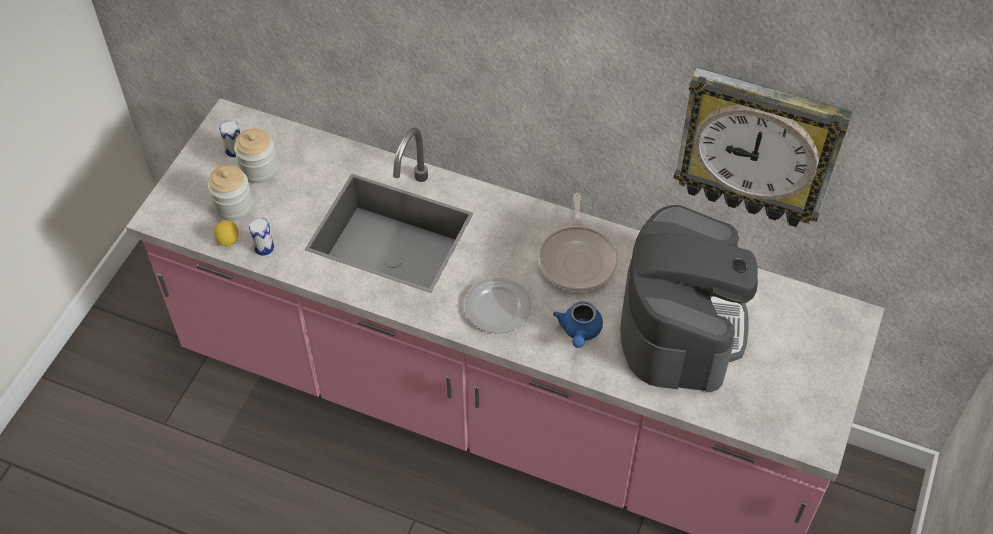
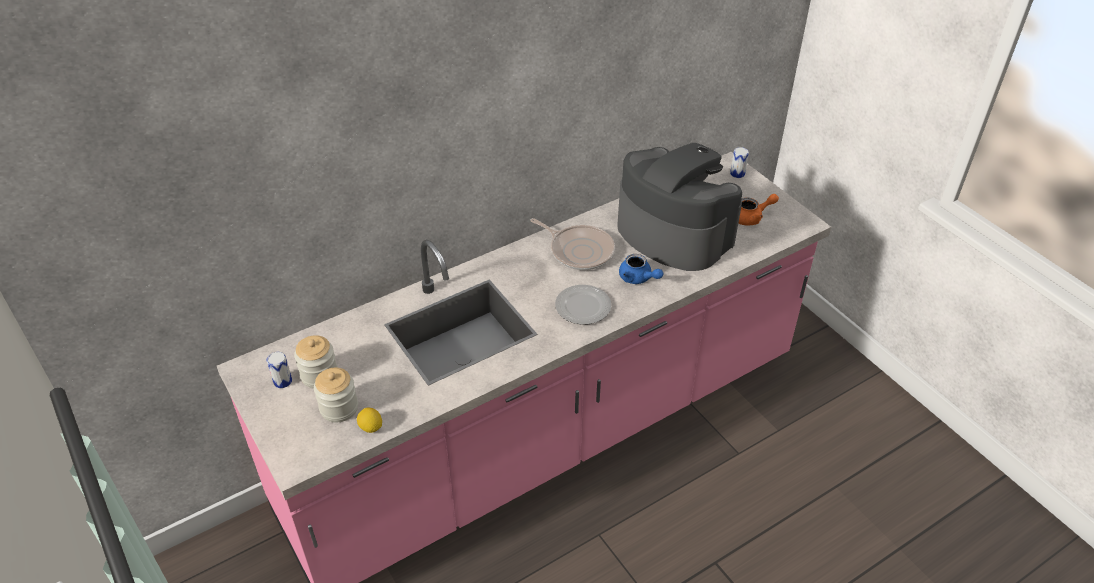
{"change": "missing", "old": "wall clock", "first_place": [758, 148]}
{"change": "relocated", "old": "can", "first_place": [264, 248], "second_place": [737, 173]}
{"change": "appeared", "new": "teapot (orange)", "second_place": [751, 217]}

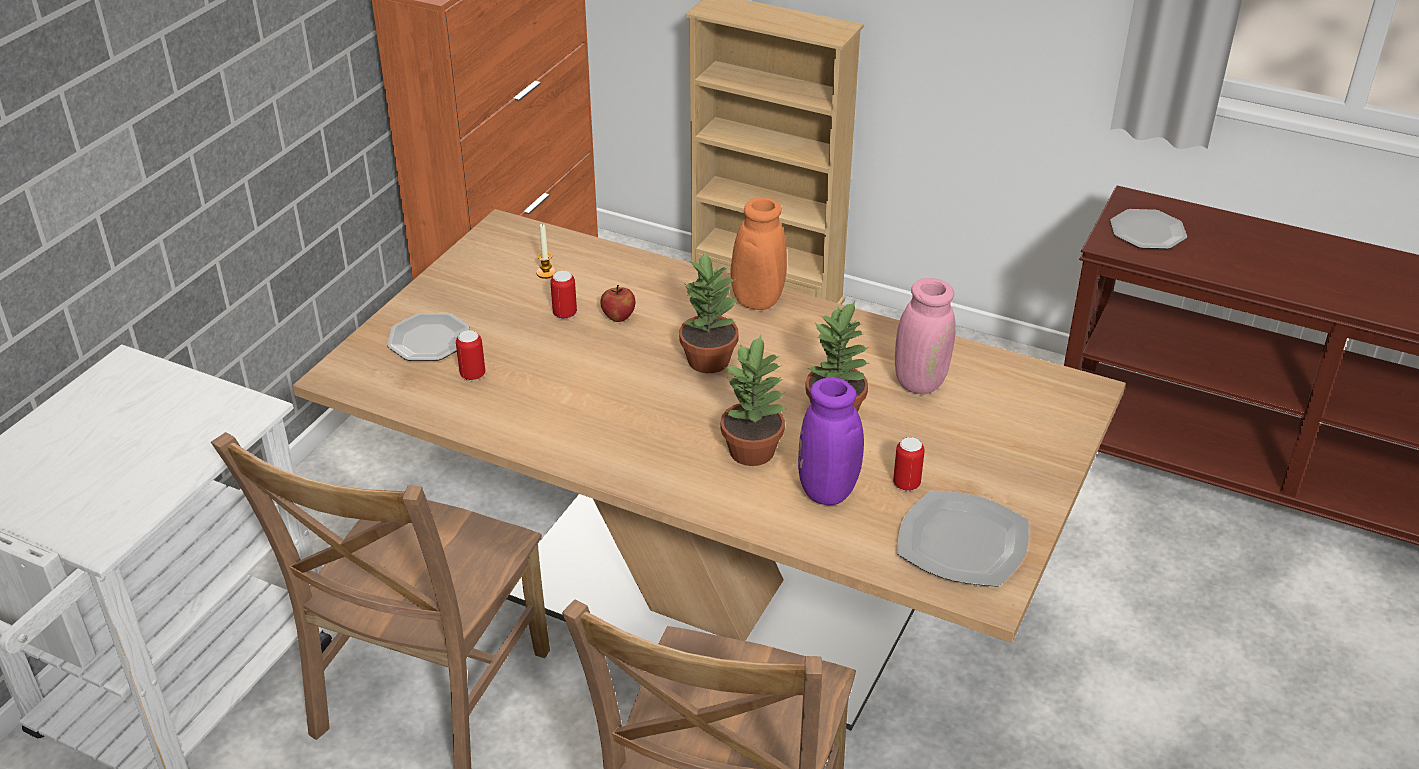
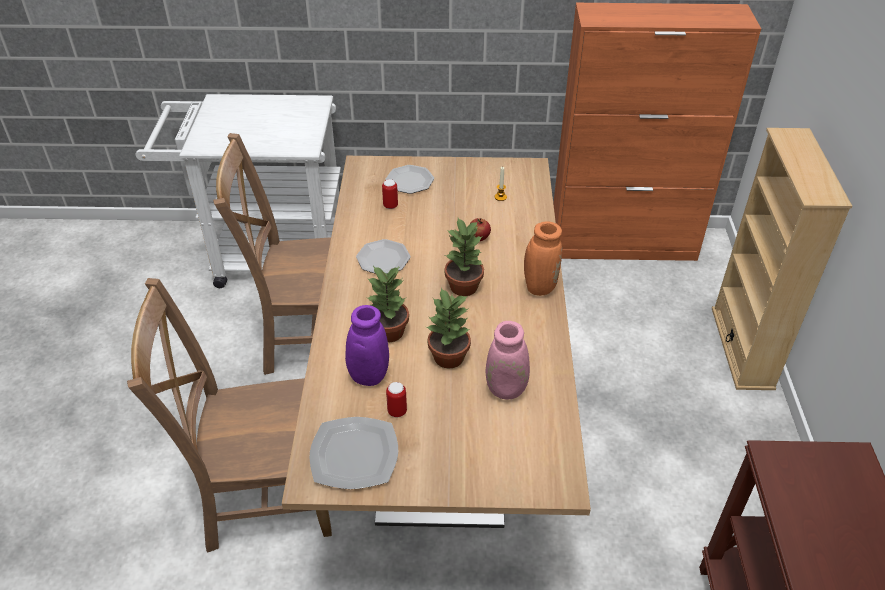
{"change": "relocated", "old": "plate", "first_place": [1147, 232], "second_place": [382, 259]}
{"change": "missing", "old": "can", "first_place": [565, 314]}

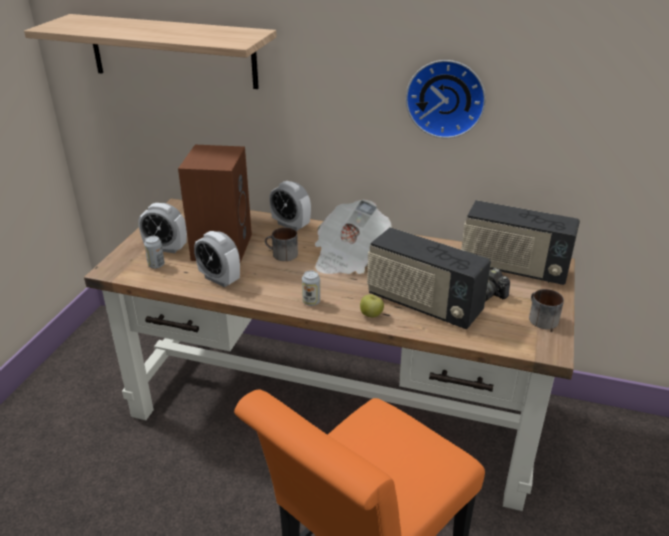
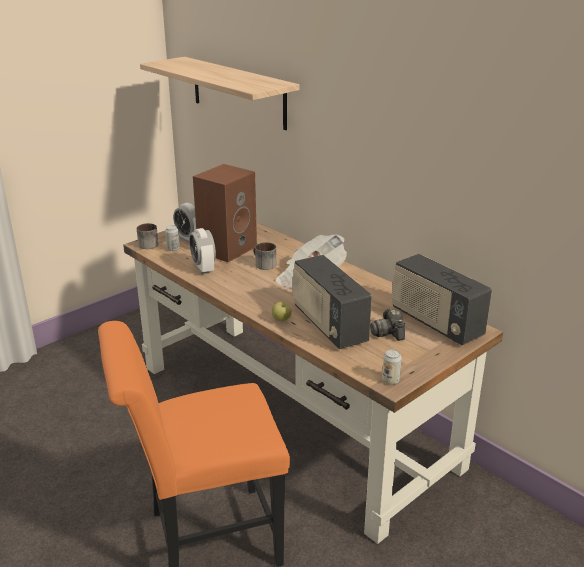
{"change": "missing", "old": "wall clock", "first_place": [446, 98]}
{"change": "missing", "old": "alarm clock", "first_place": [291, 225]}
{"change": "relocated", "old": "can", "first_place": [311, 302], "second_place": [390, 380]}
{"change": "relocated", "old": "mug", "first_place": [540, 318], "second_place": [148, 243]}

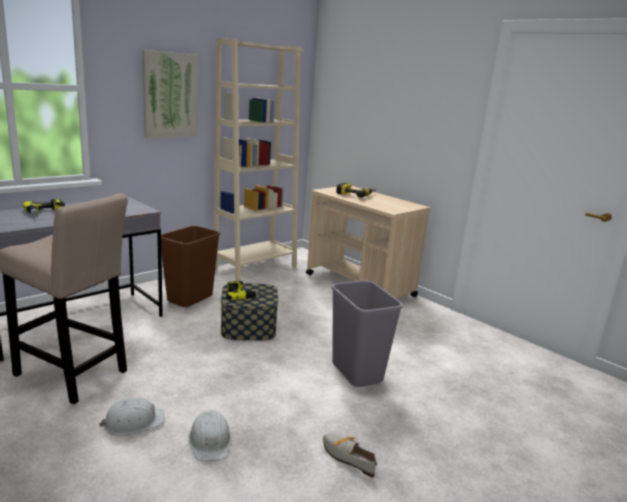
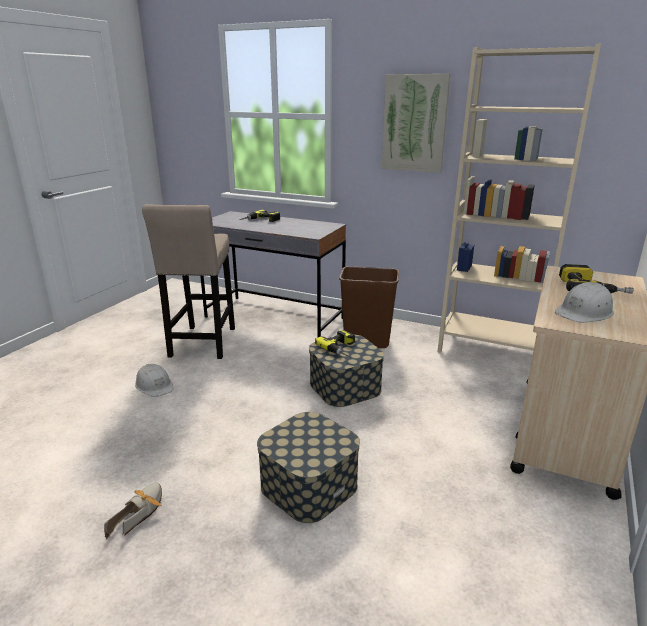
{"change": "exchanged", "old": "trash can (grey)", "new": "storage box", "first_place": [357, 373], "second_place": [309, 485]}
{"change": "relocated", "old": "hard hat (white)", "first_place": [210, 441], "second_place": [584, 312]}

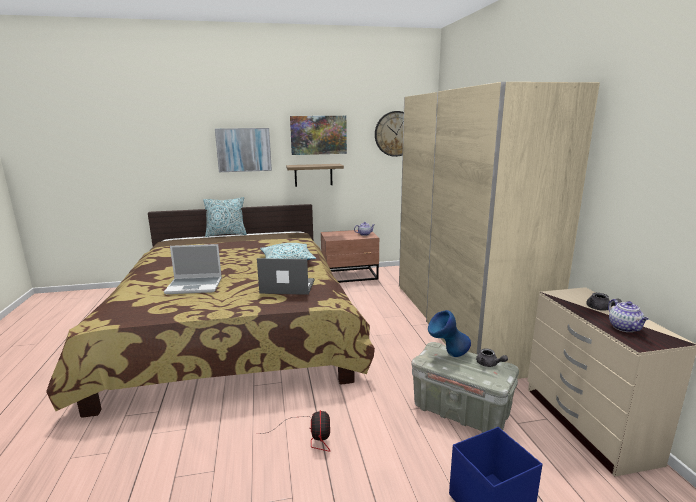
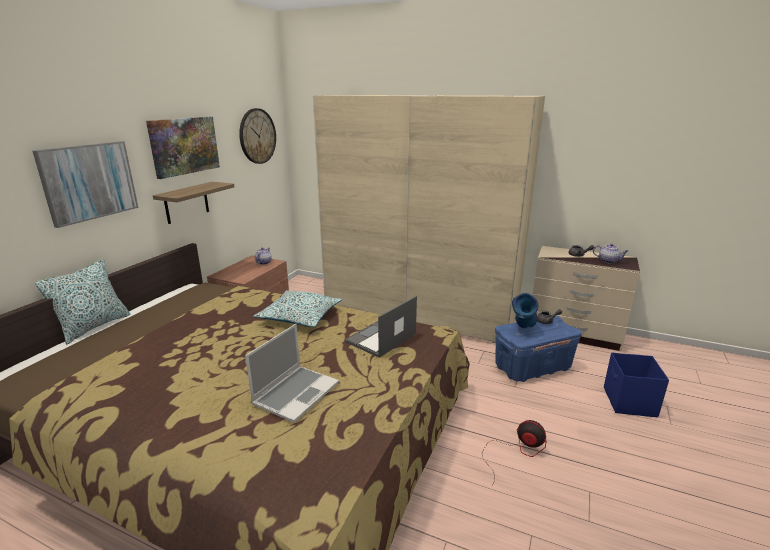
{"change": "colour", "old": "storage box (grey)", "new": "storage box (blue)", "first_place": [461, 411], "second_place": [532, 367]}

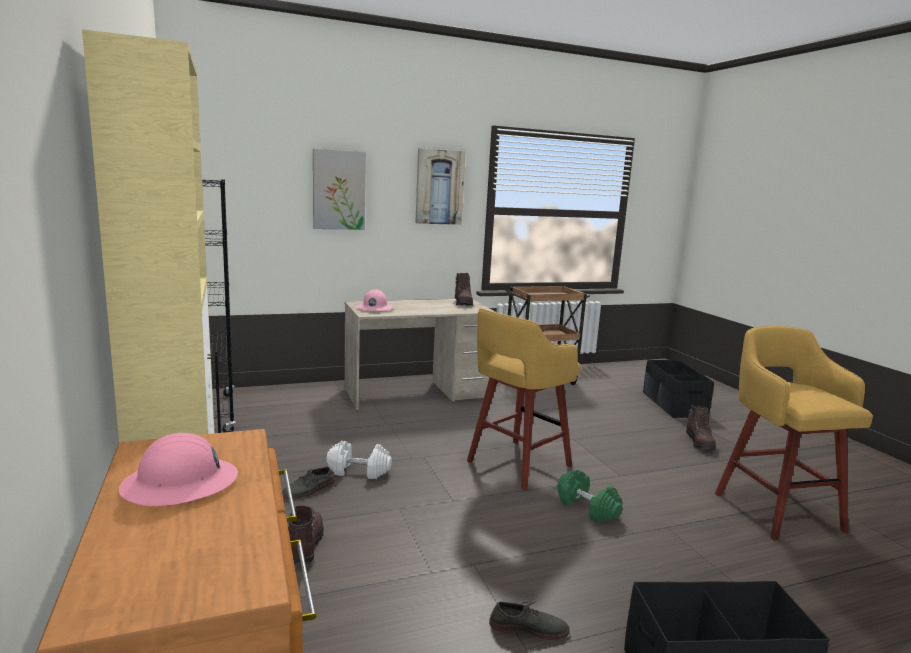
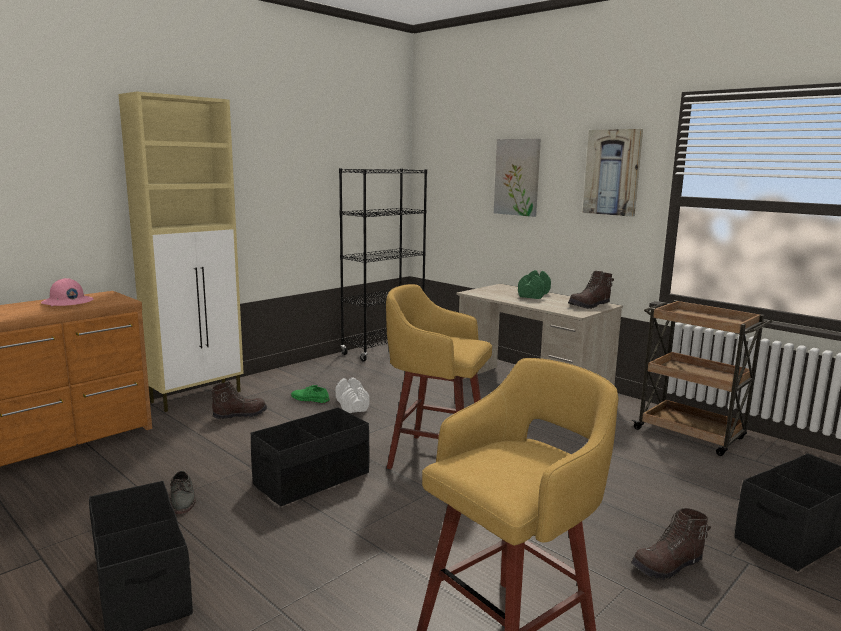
{"change": "missing", "old": "hard hat (pink)", "first_place": [374, 308]}
{"change": "colour", "old": "shoe (grey)", "new": "shoe (green)", "first_place": [308, 490], "second_place": [309, 399]}
{"change": "relocated", "old": "dumbbell (green)", "first_place": [588, 508], "second_place": [534, 295]}
{"change": "appeared", "new": "storage box (black)", "second_place": [312, 479]}

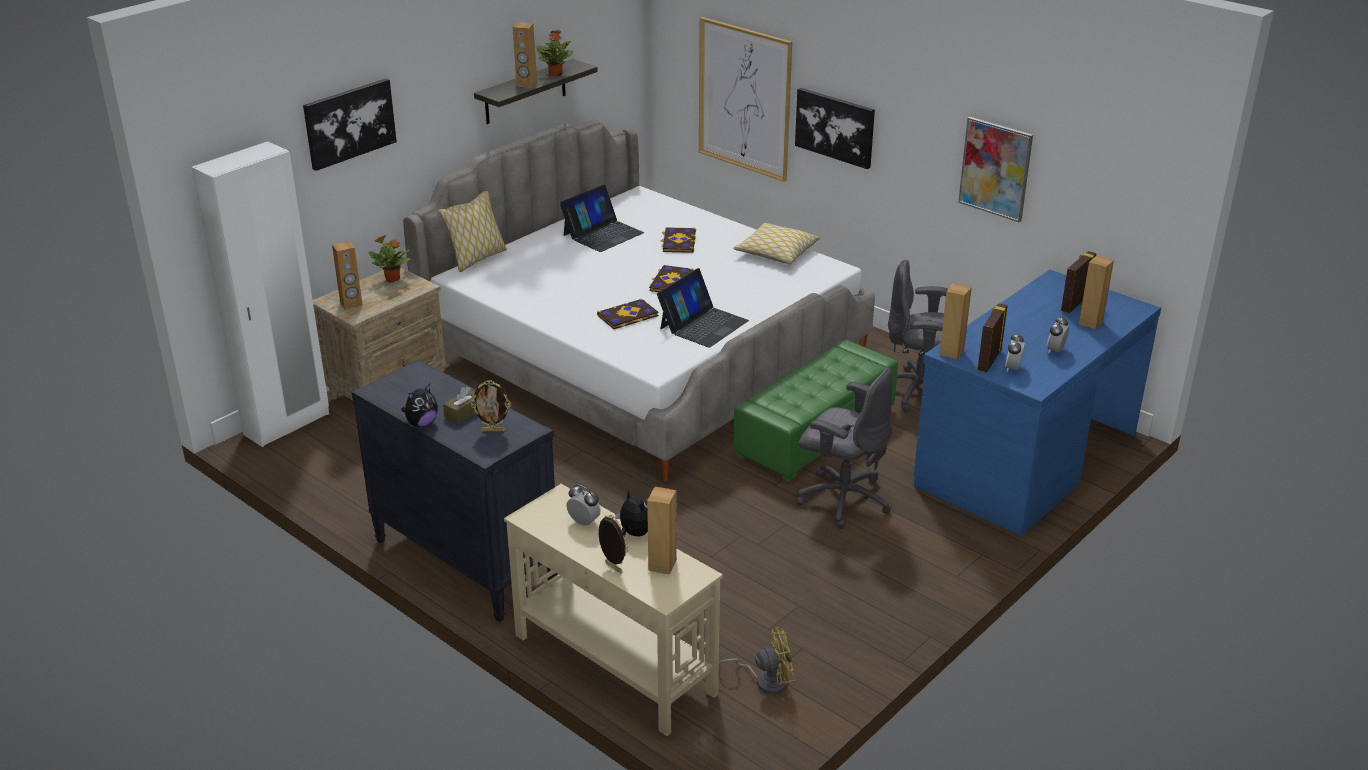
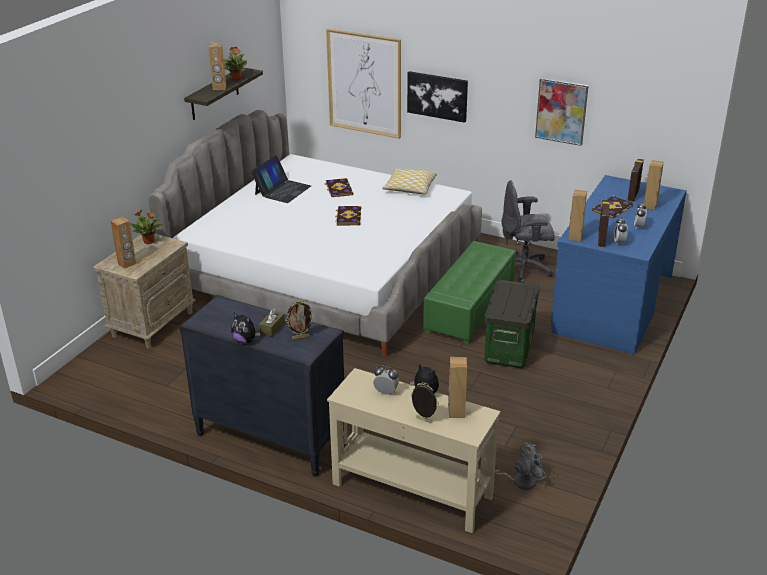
{"change": "missing", "old": "picture", "first_place": [349, 123]}
{"change": "missing", "old": "wardrobe (white)", "first_place": [287, 424]}
{"change": "missing", "old": "pillow", "first_place": [476, 259]}
{"change": "missing", "old": "laptop", "first_place": [703, 324]}
{"change": "relocated", "old": "book", "first_place": [628, 316], "second_place": [613, 208]}
{"change": "exchanged", "old": "office chair (grey)", "new": "storage box", "first_place": [842, 499], "second_place": [509, 349]}
{"change": "spun", "old": "plush toy", "first_place": [421, 423], "second_place": [245, 340], "degrees": 90}
{"change": "colour", "old": "fan (yellow)", "new": "fan (grey)", "first_place": [765, 681], "second_place": [519, 481]}

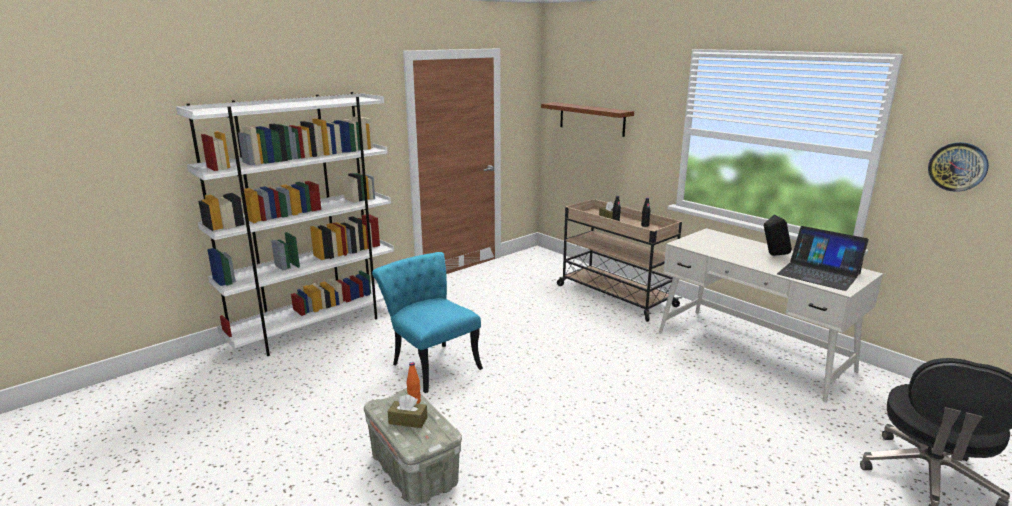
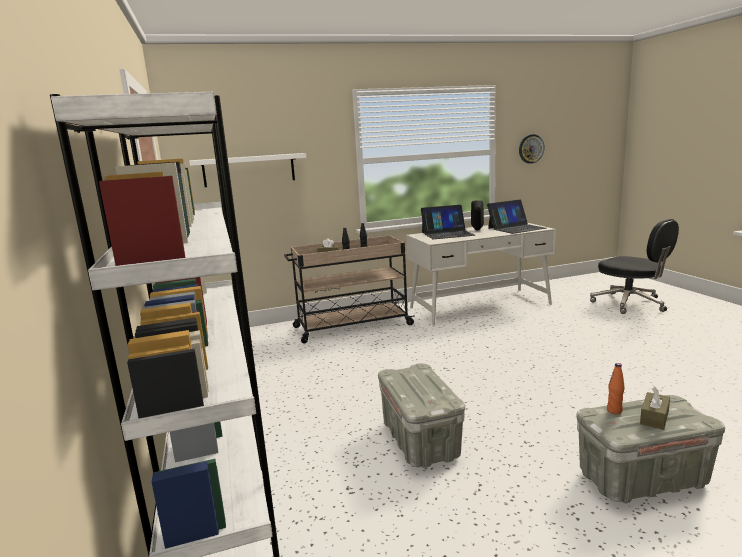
{"change": "colour", "old": "shelf (brown)", "new": "shelf (white)", "first_place": [591, 119], "second_place": [249, 170]}
{"change": "exchanged", "old": "chair (turquoise)", "new": "storage box (grey)", "first_place": [431, 363], "second_place": [419, 439]}
{"change": "appeared", "new": "laptop", "second_place": [447, 234]}

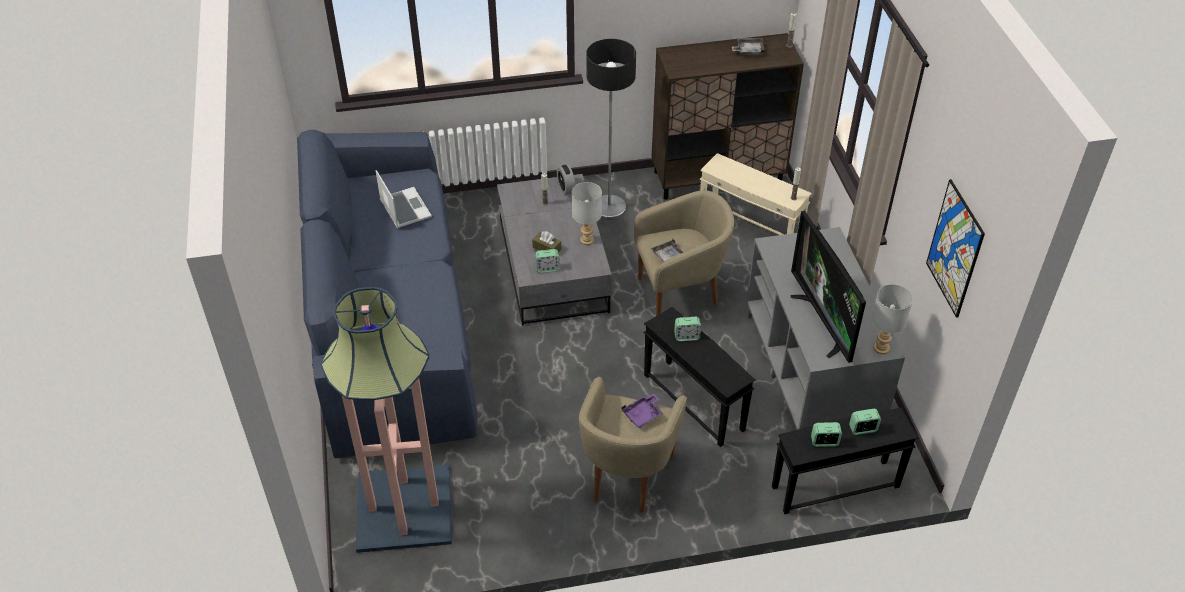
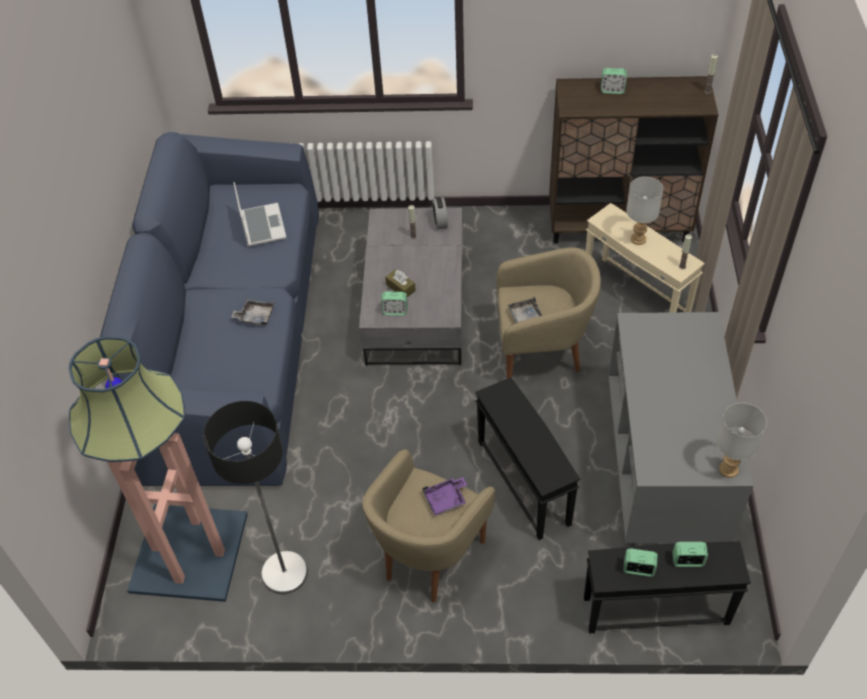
{"change": "relocated", "old": "tray (grey)", "first_place": [748, 50], "second_place": [255, 316]}
{"change": "relocated", "old": "floor lamp", "first_place": [608, 207], "second_place": [284, 572]}
{"change": "missing", "old": "picture", "first_place": [954, 249]}
{"change": "relocated", "old": "table lamp (grey)", "first_place": [587, 240], "second_place": [638, 239]}
{"change": "missing", "old": "television", "first_place": [824, 322]}
{"change": "relocated", "old": "alarm clock", "first_place": [686, 336], "second_place": [612, 90]}

